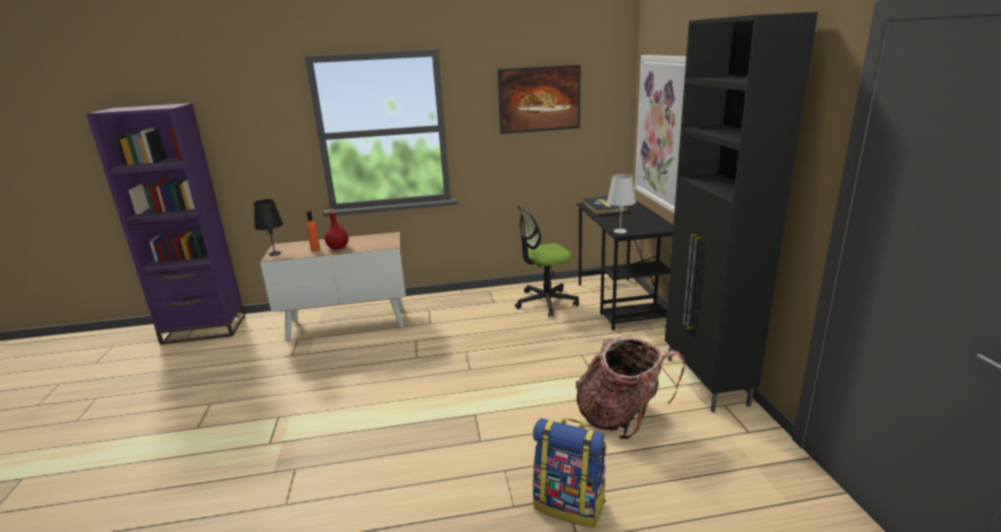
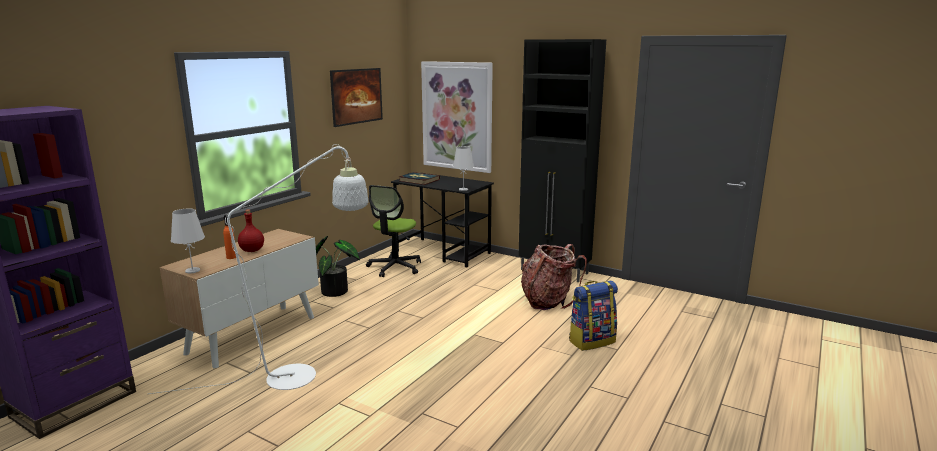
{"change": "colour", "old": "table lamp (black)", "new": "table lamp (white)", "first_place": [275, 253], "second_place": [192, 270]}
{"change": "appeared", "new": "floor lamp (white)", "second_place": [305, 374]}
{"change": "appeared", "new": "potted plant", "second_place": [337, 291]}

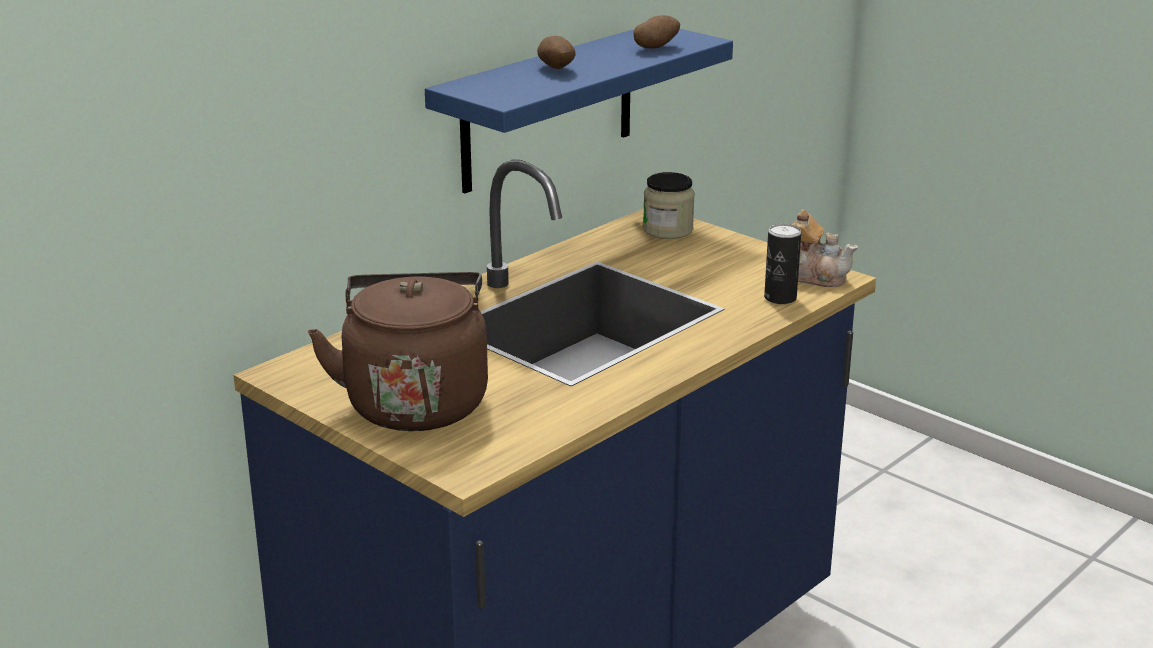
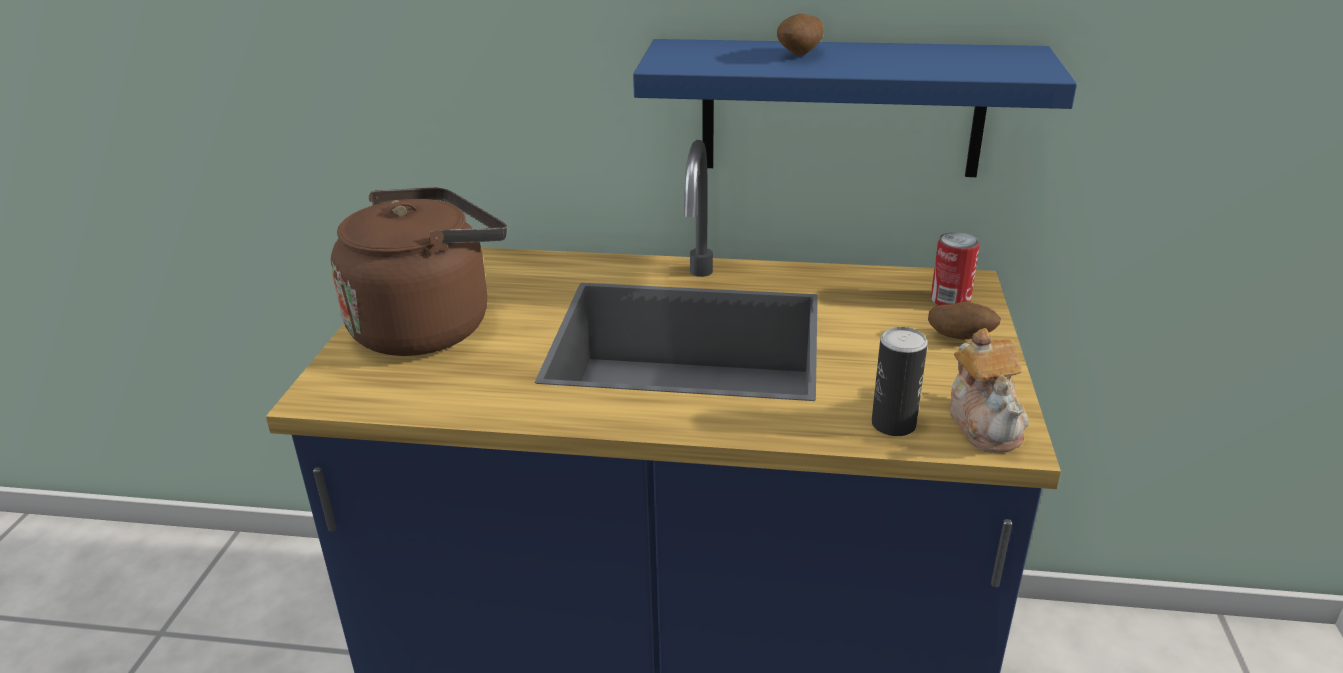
{"change": "relocated", "old": "potato", "first_place": [656, 48], "second_place": [960, 338]}
{"change": "exchanged", "old": "jar", "new": "can", "first_place": [668, 230], "second_place": [950, 300]}

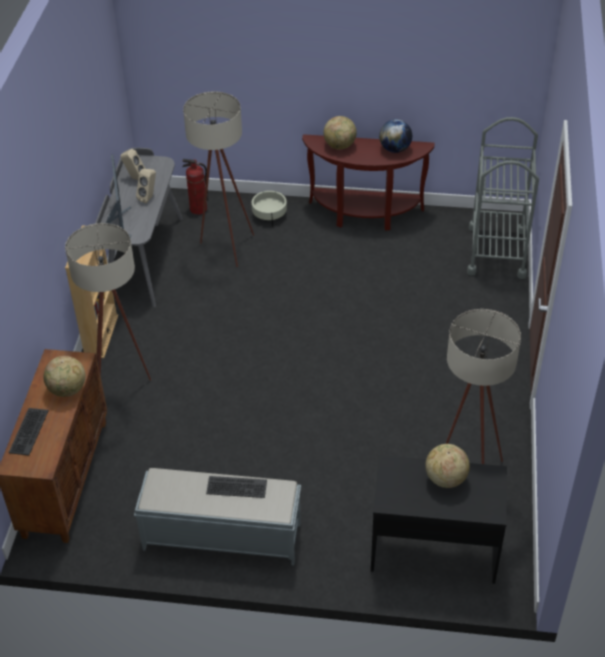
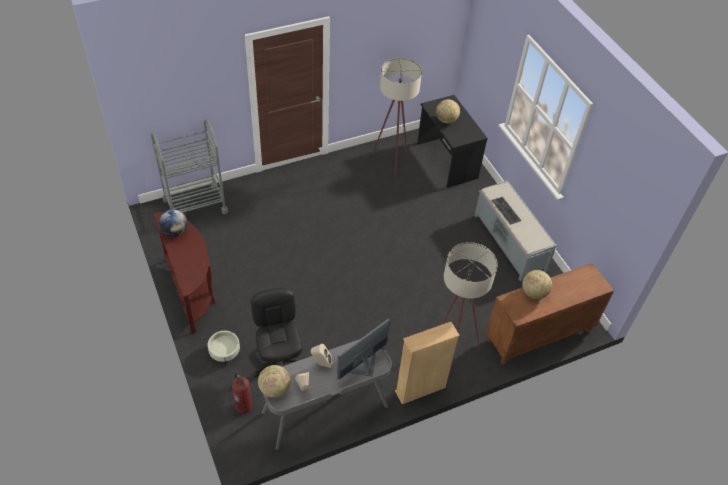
{"change": "exchanged", "old": "floor lamp (beige)", "new": "office chair (black)", "first_place": [224, 247], "second_place": [280, 363]}
{"change": "relocated", "old": "globe", "first_place": [340, 146], "second_place": [274, 389]}
{"change": "missing", "old": "keyboard", "first_place": [28, 431]}

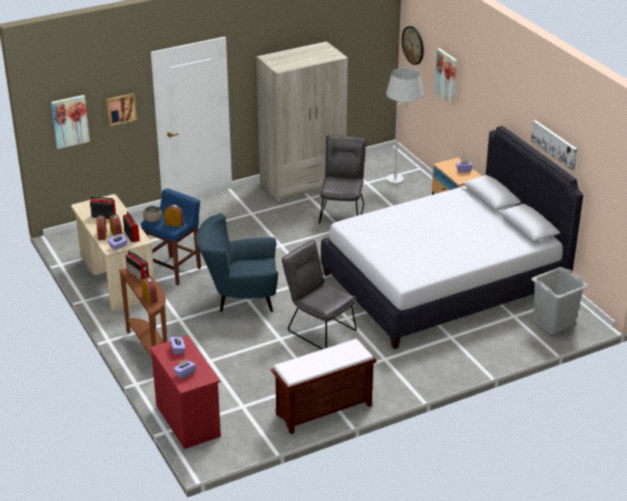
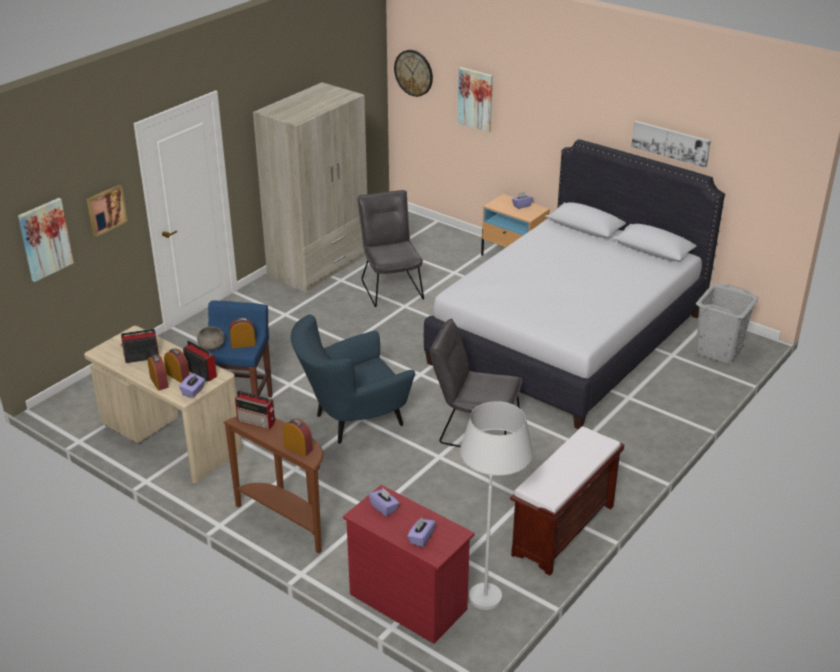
{"change": "relocated", "old": "floor lamp (white)", "first_place": [401, 176], "second_place": [489, 584]}

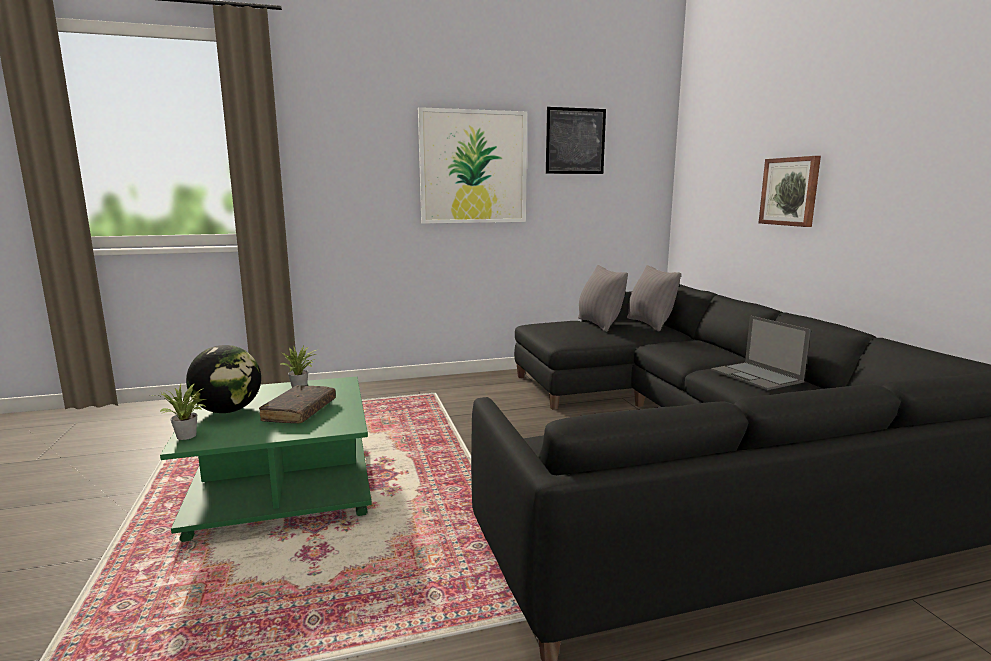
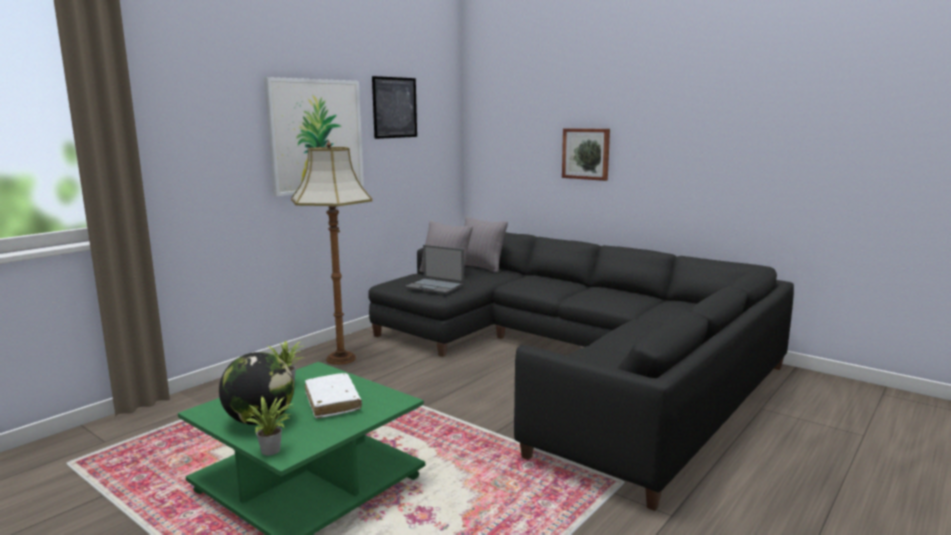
{"change": "relocated", "old": "laptop", "first_place": [757, 376], "second_place": [435, 286]}
{"change": "colour", "old": "book (brown)", "new": "book (white)", "first_place": [299, 411], "second_place": [332, 402]}
{"change": "appeared", "new": "floor lamp", "second_place": [340, 359]}

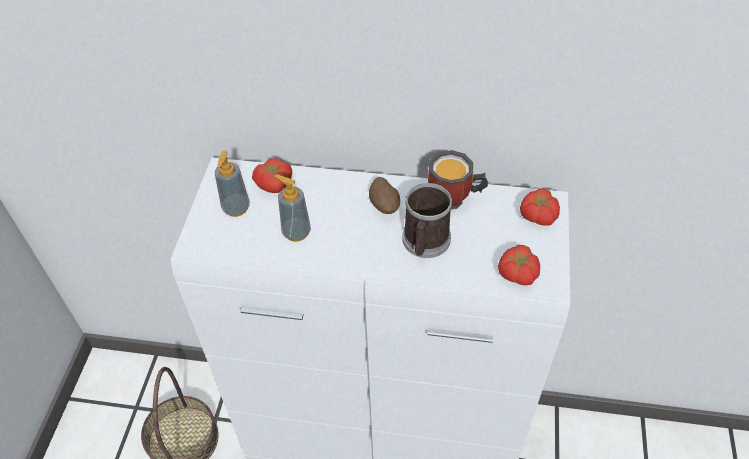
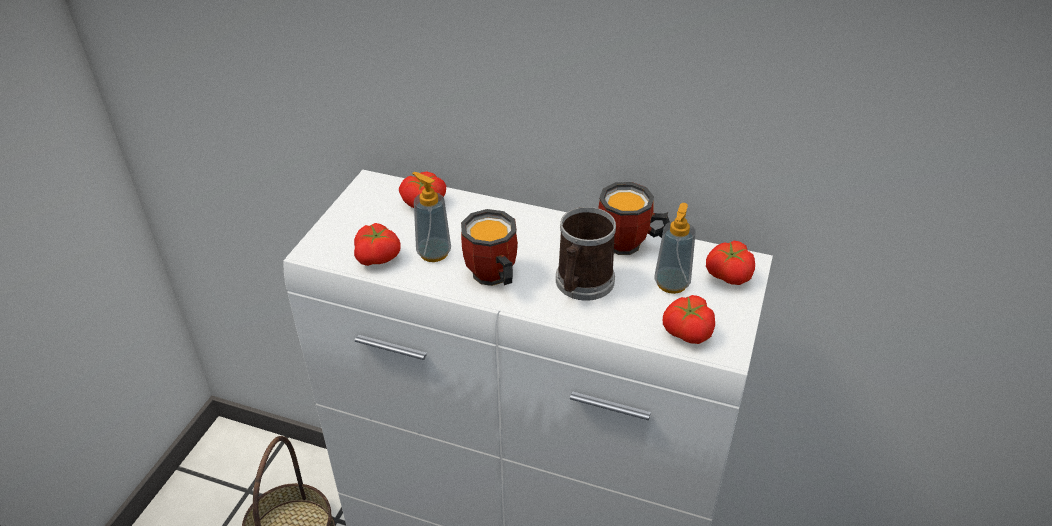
{"change": "relocated", "old": "soap dispenser", "first_place": [236, 208], "second_place": [671, 284]}
{"change": "missing", "old": "potato", "first_place": [384, 206]}
{"change": "appeared", "new": "mug", "second_place": [491, 278]}
{"change": "appeared", "new": "tomato", "second_place": [379, 257]}

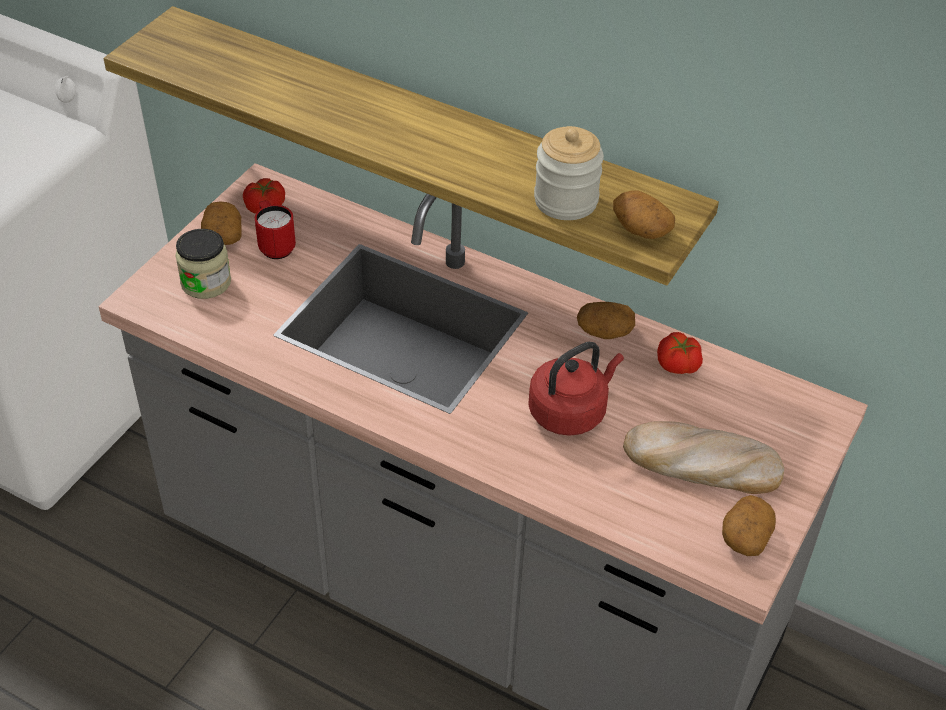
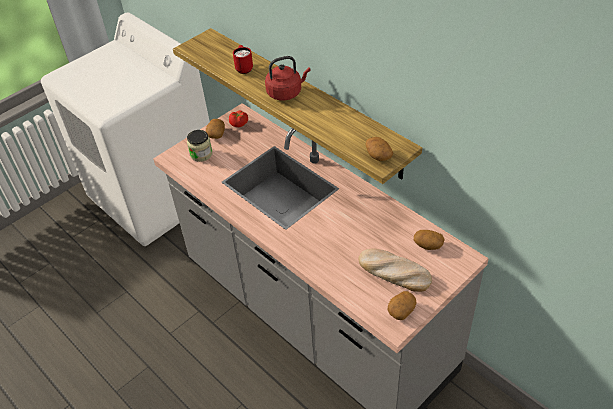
{"change": "missing", "old": "jar", "first_place": [566, 201]}
{"change": "relocated", "old": "mug (red)", "first_place": [275, 245], "second_place": [244, 68]}
{"change": "relocated", "old": "potato", "first_place": [604, 331], "second_place": [427, 245]}
{"change": "missing", "old": "tomato", "first_place": [677, 365]}
{"change": "relocated", "old": "kettle (red)", "first_place": [570, 411], "second_place": [286, 93]}

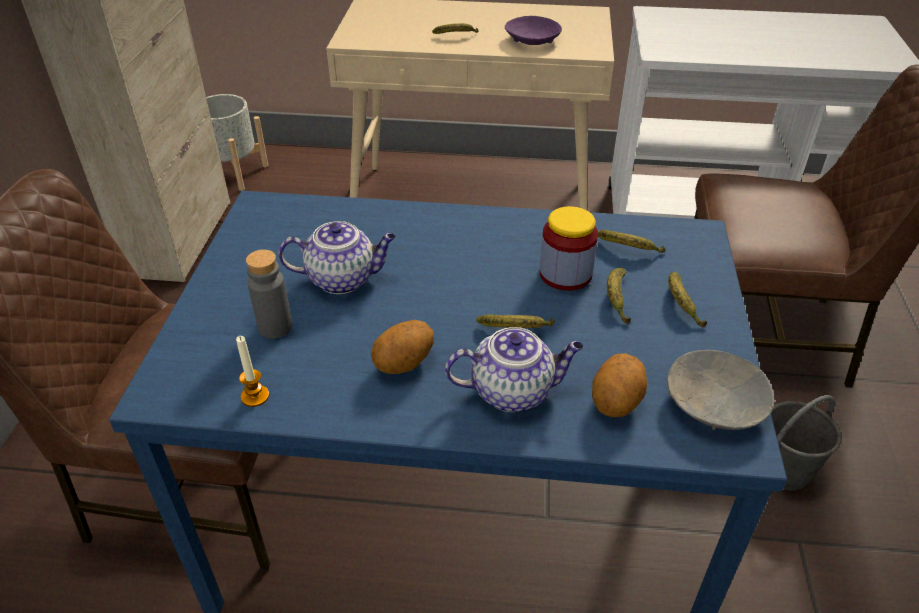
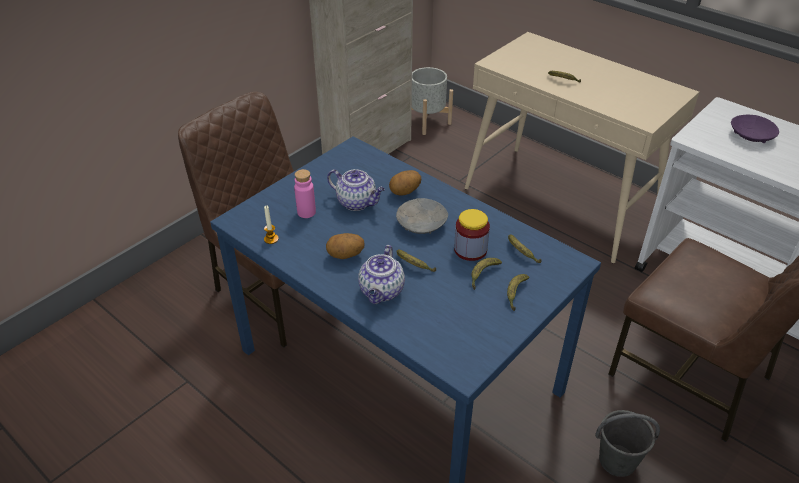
{"change": "relocated", "old": "bowl (purple)", "first_place": [532, 41], "second_place": [751, 136]}
{"change": "colour", "old": "bottle (grey)", "new": "bottle (pink)", "first_place": [275, 327], "second_place": [306, 212]}
{"change": "spun", "old": "teapot", "first_place": [513, 391], "second_place": [382, 292], "degrees": 75}
{"change": "relocated", "old": "bowl (grey)", "first_place": [713, 404], "second_place": [421, 224]}
{"change": "relocated", "old": "potato", "first_place": [616, 402], "second_place": [405, 192]}

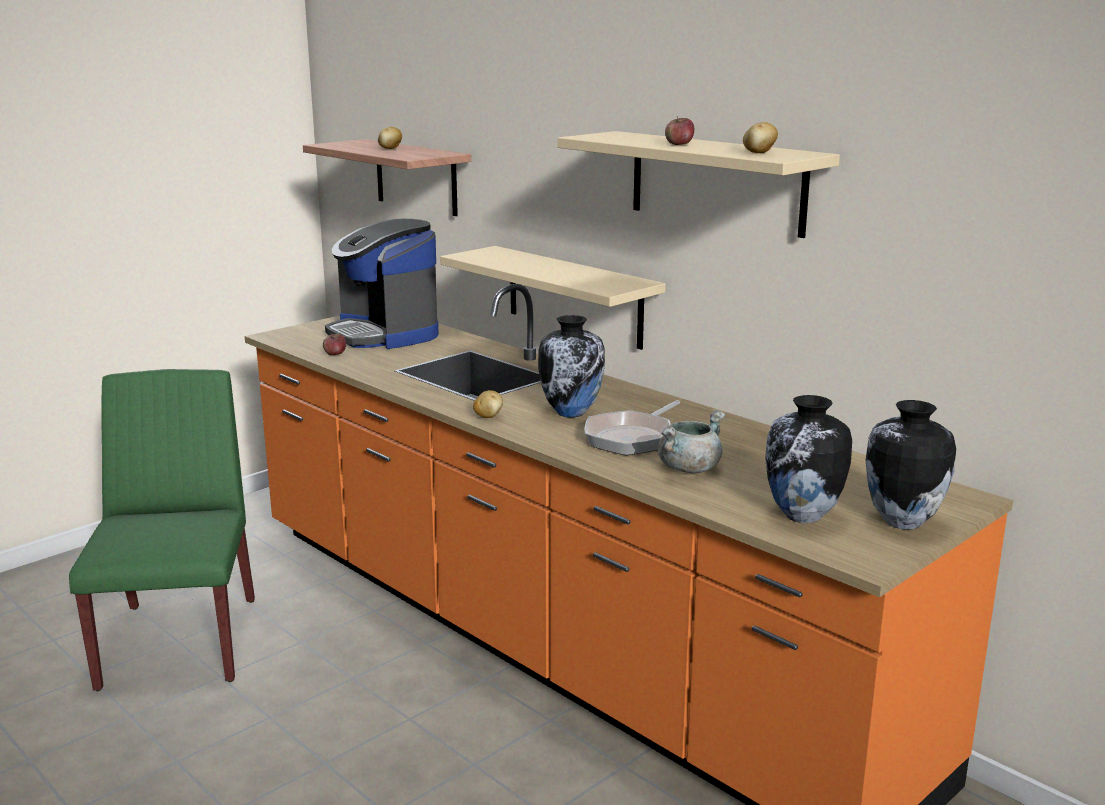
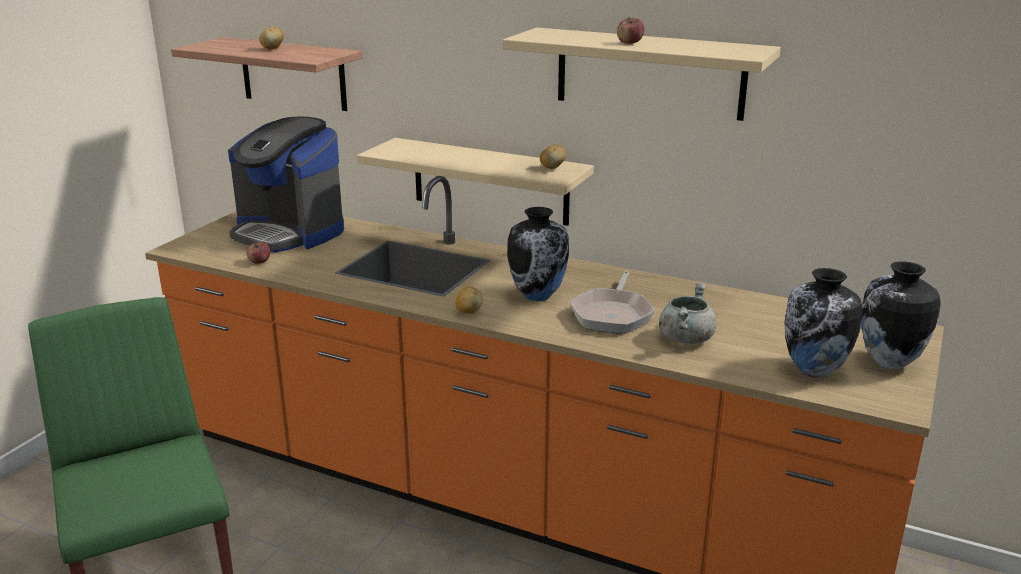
{"change": "relocated", "old": "potato", "first_place": [759, 153], "second_place": [552, 168]}

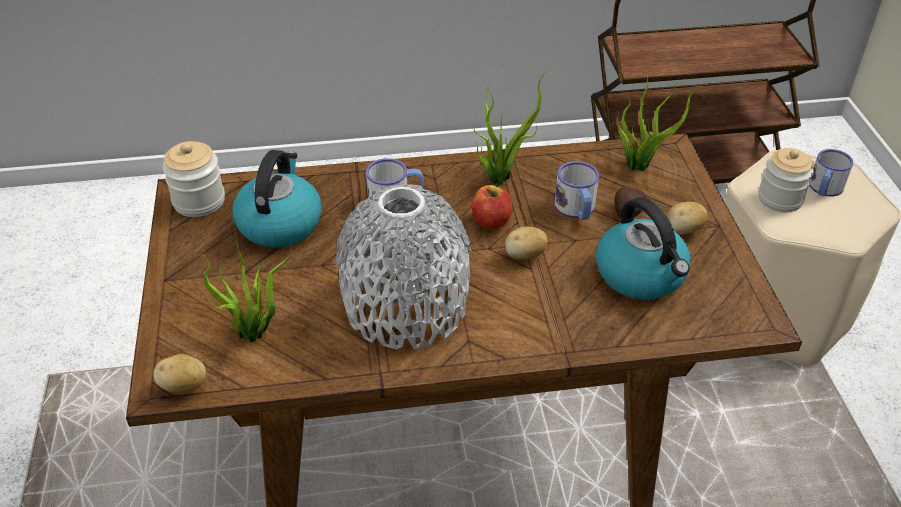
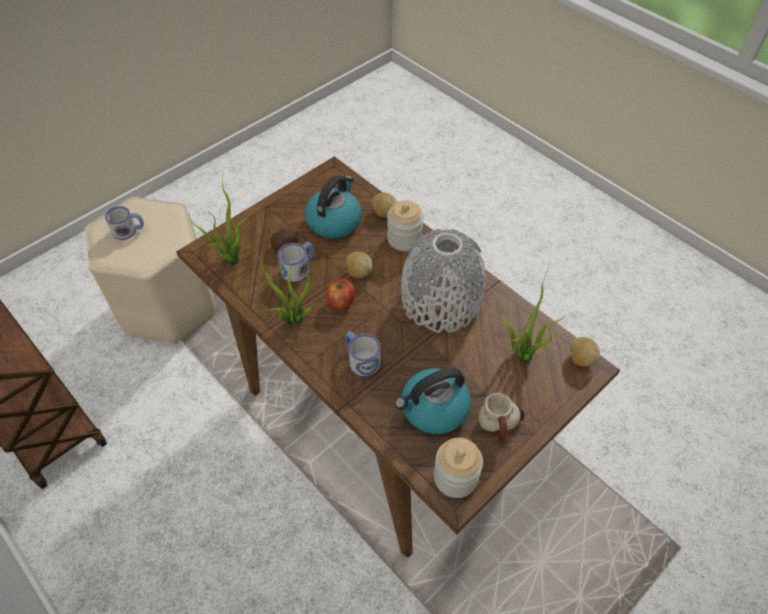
{"change": "relocated", "old": "jar", "first_place": [780, 199], "second_place": [404, 239]}
{"change": "relocated", "old": "potato", "first_place": [683, 230], "second_place": [384, 212]}
{"change": "appeared", "new": "mug", "second_place": [501, 426]}

